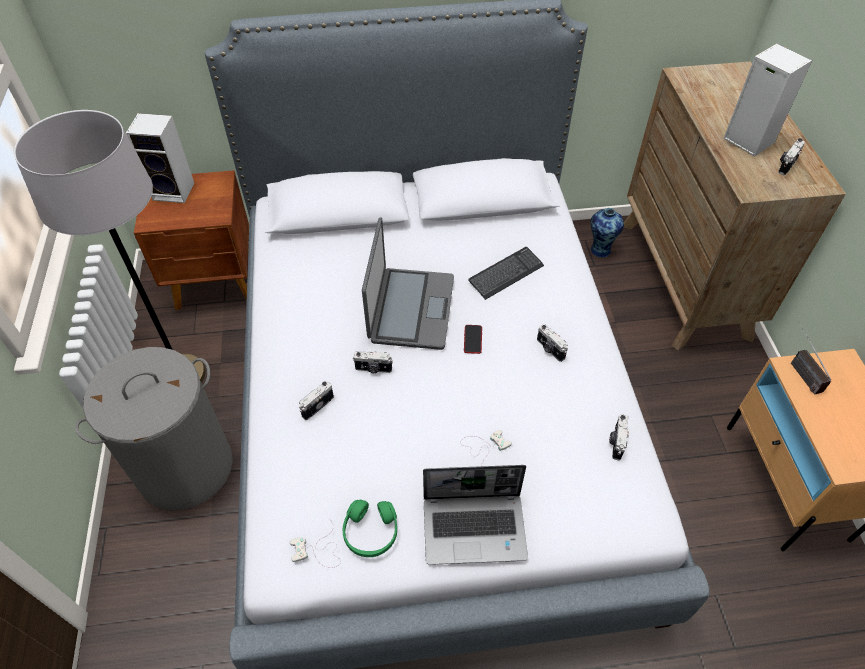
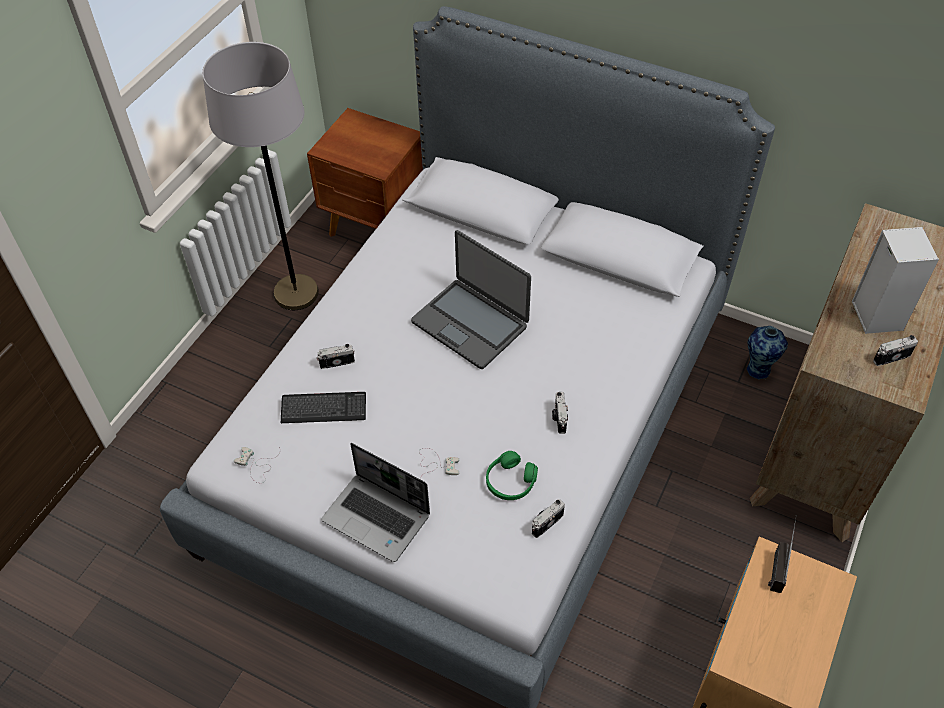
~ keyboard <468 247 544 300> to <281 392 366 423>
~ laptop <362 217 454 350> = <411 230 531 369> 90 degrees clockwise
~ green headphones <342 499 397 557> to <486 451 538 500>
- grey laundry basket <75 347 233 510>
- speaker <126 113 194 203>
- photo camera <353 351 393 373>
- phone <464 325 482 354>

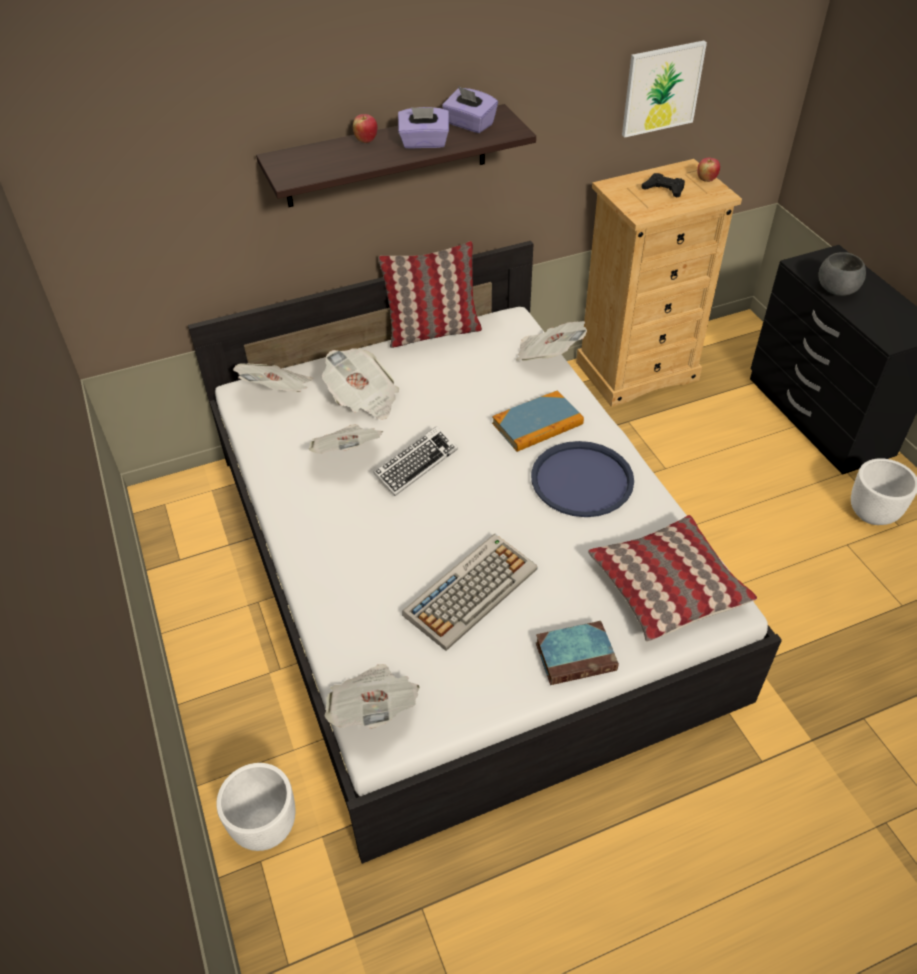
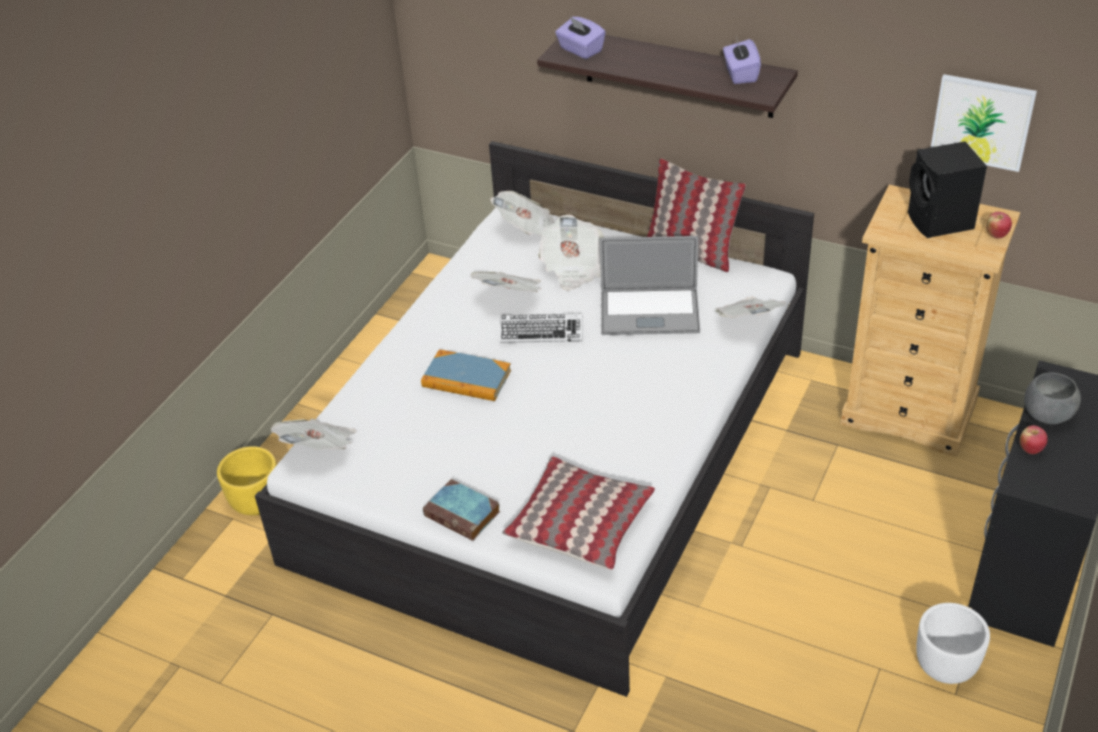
~ white planter <216 763 296 851> to yellow planter <217 446 277 516>
~ book <492 391 584 452> to <421 349 511 401>
~ purple tissue box <398 107 449 149> to <555 17 606 59>
+ laptop <600 236 700 335>
~ black game controller <642 173 685 197> to black speaker <908 141 987 238>
~ apple <353 114 377 143> to <1020 425 1048 454>
- keyboard <402 534 538 651>
- blue tray <531 441 634 517>

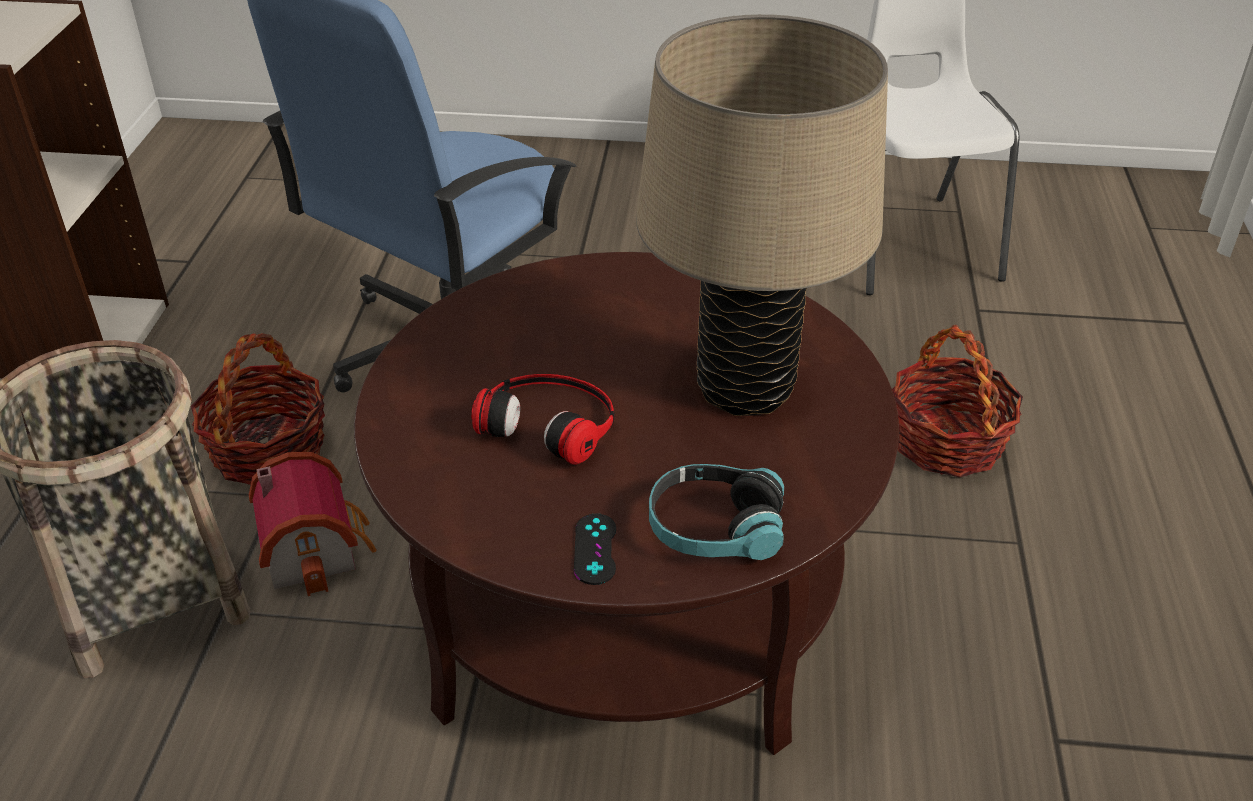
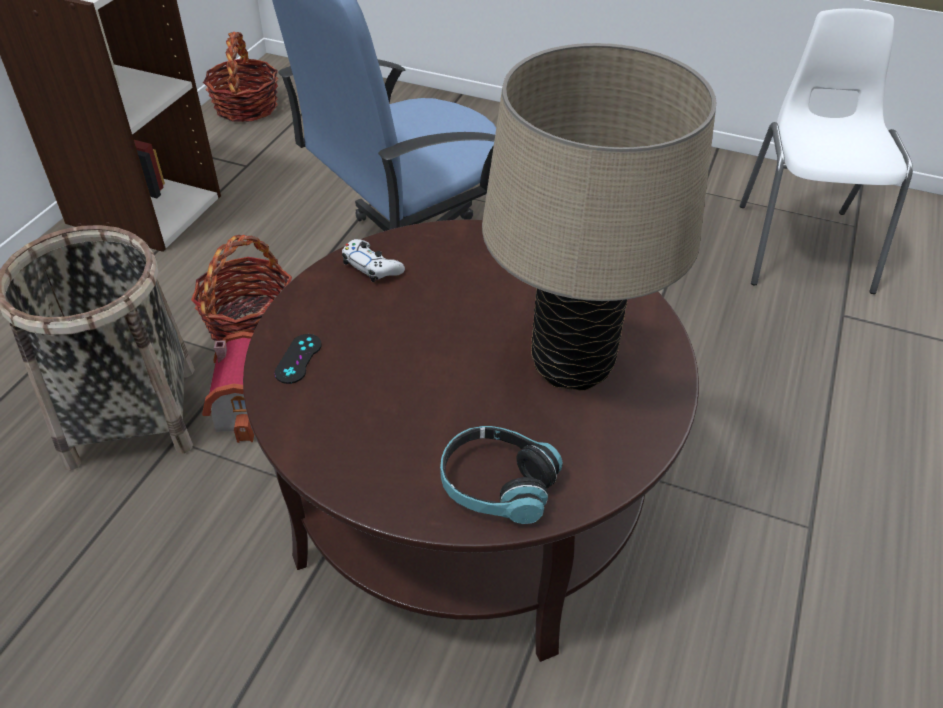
~ basket <892 325 1023 478> to <203 32 278 122>
~ black game controller <574 513 616 585> to <274 334 322 384>
+ white game controller <342 239 405 282>
- headphones <471 374 615 465>

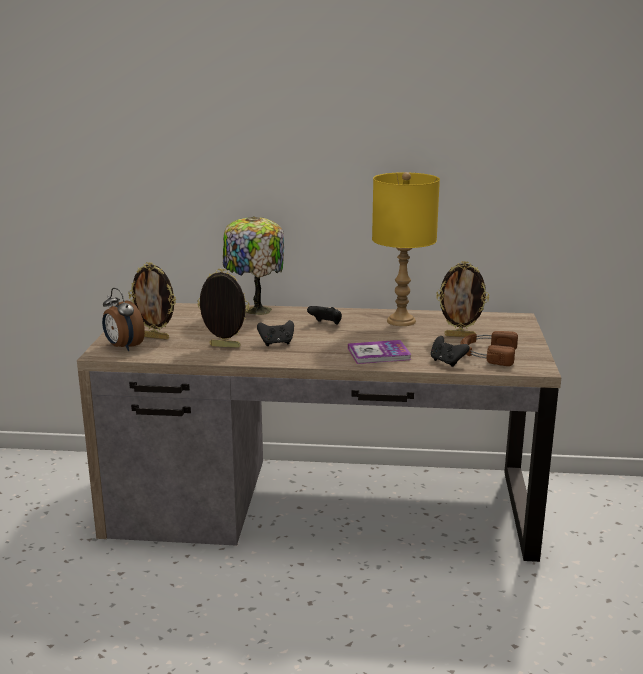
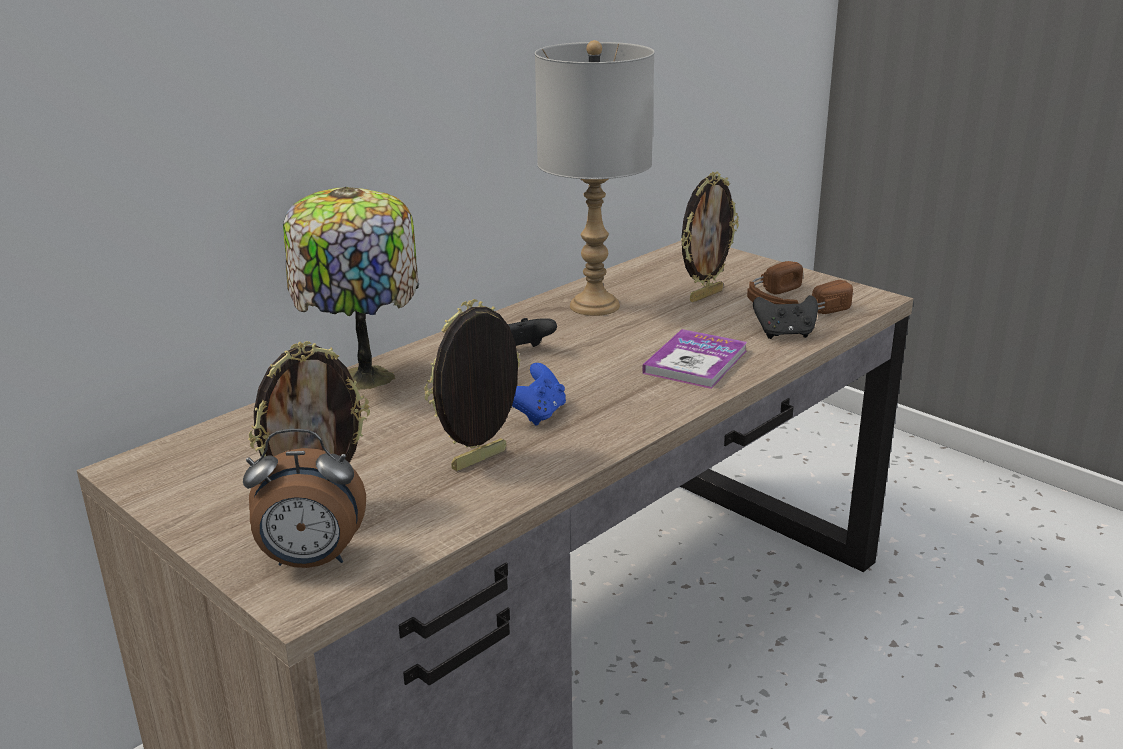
~ black game controller <257 320 294 346> to blue game controller <512 363 566 426>
~ yellow table lamp <372 172 440 326> to grey table lamp <535 40 655 316>

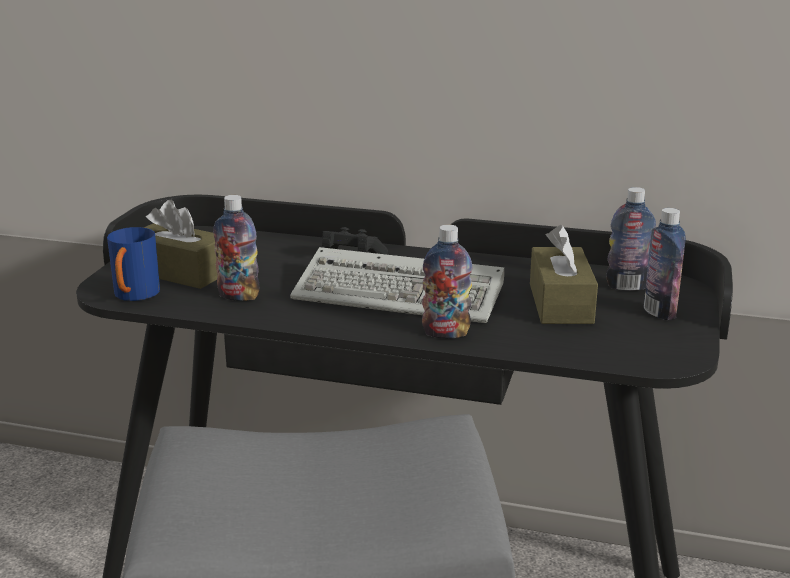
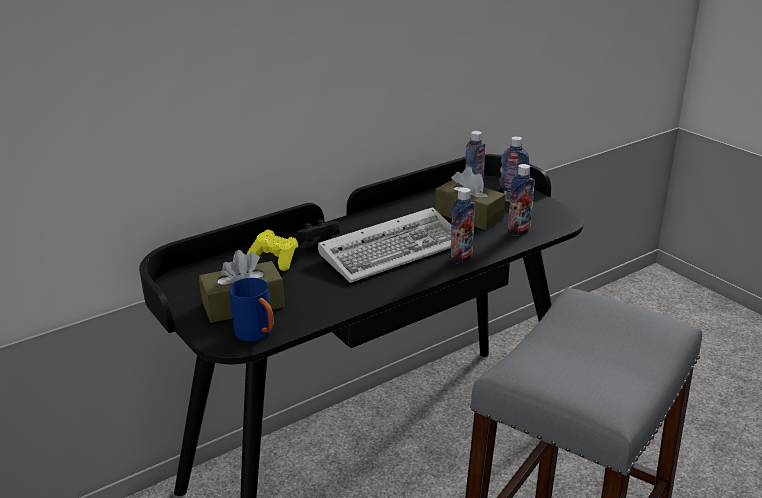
+ yellow game controller <247 229 298 271>
~ bottle <213 195 260 301> to <508 164 535 236>

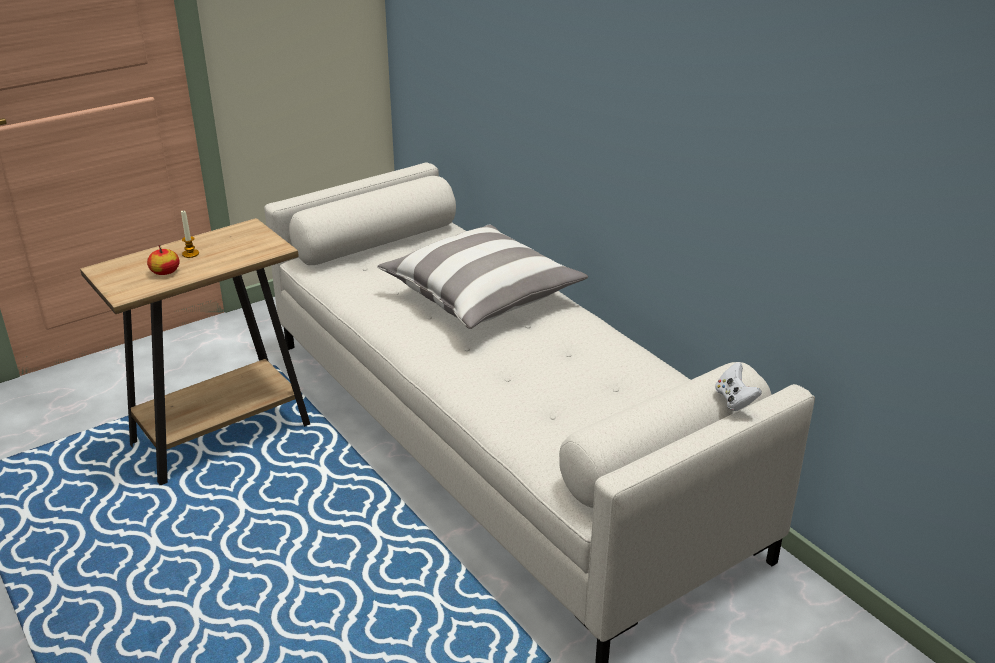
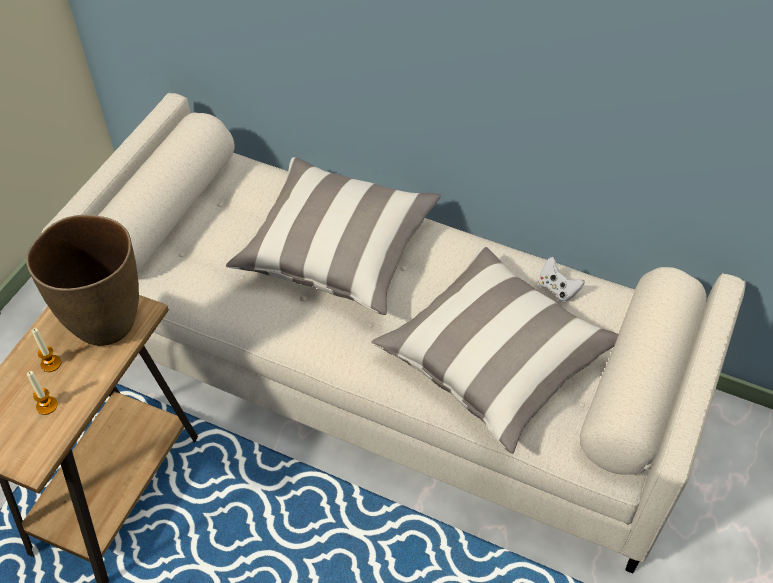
+ brown vase <26 215 139 346>
~ apple <147 245 180 275> to candle <27 371 58 415>
+ pillow <371 245 619 454>
~ white game controller <715 362 762 411> to <538 257 585 302>

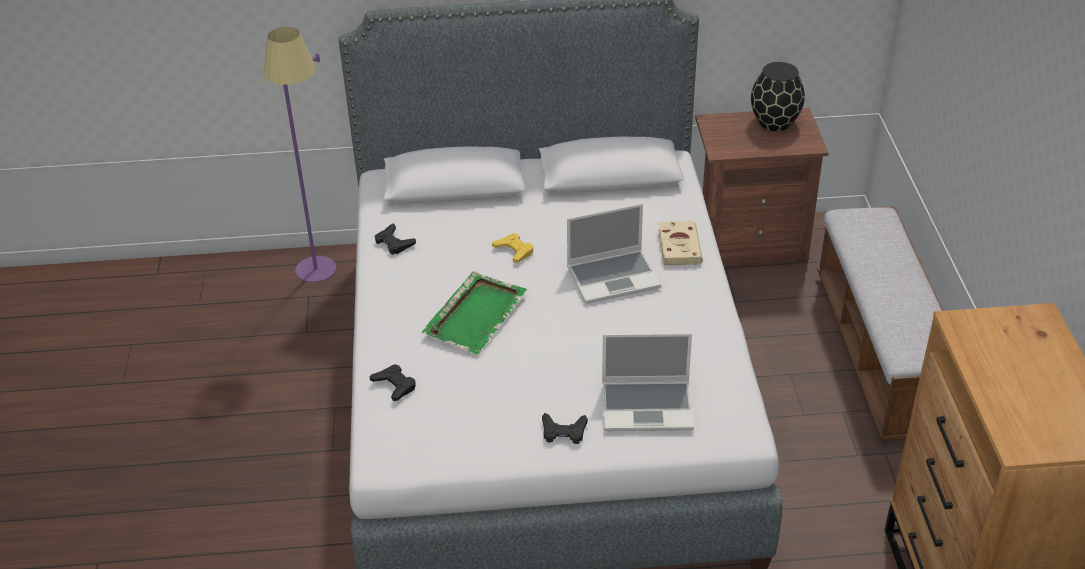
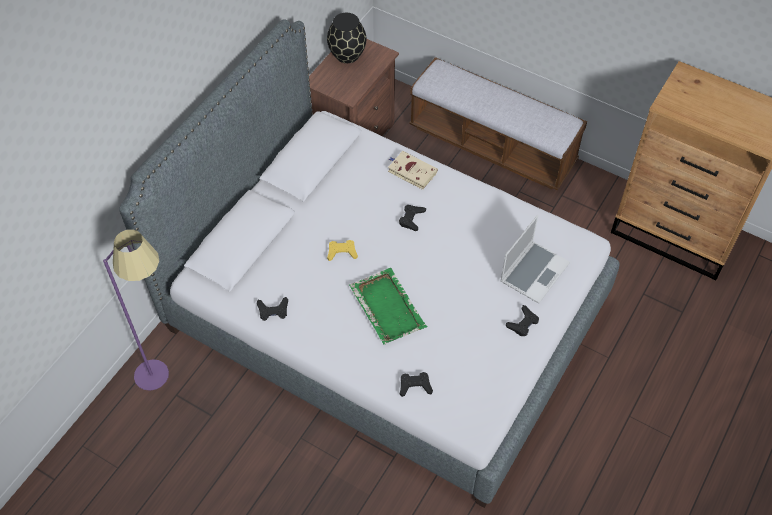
~ laptop <567 204 661 304> to black game controller <399 205 426 231>

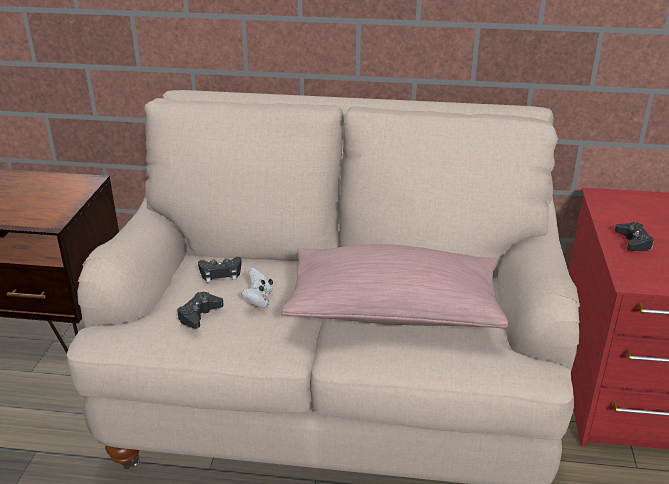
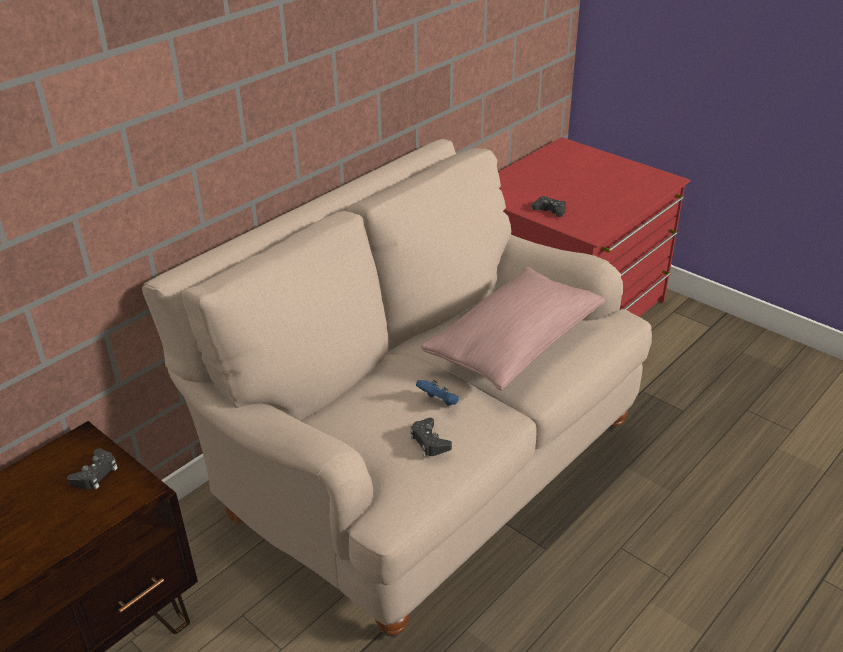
~ black game controller <198 257 242 282> to <67 449 118 490>
~ white game controller <242 267 273 308> to blue game controller <416 380 459 406>

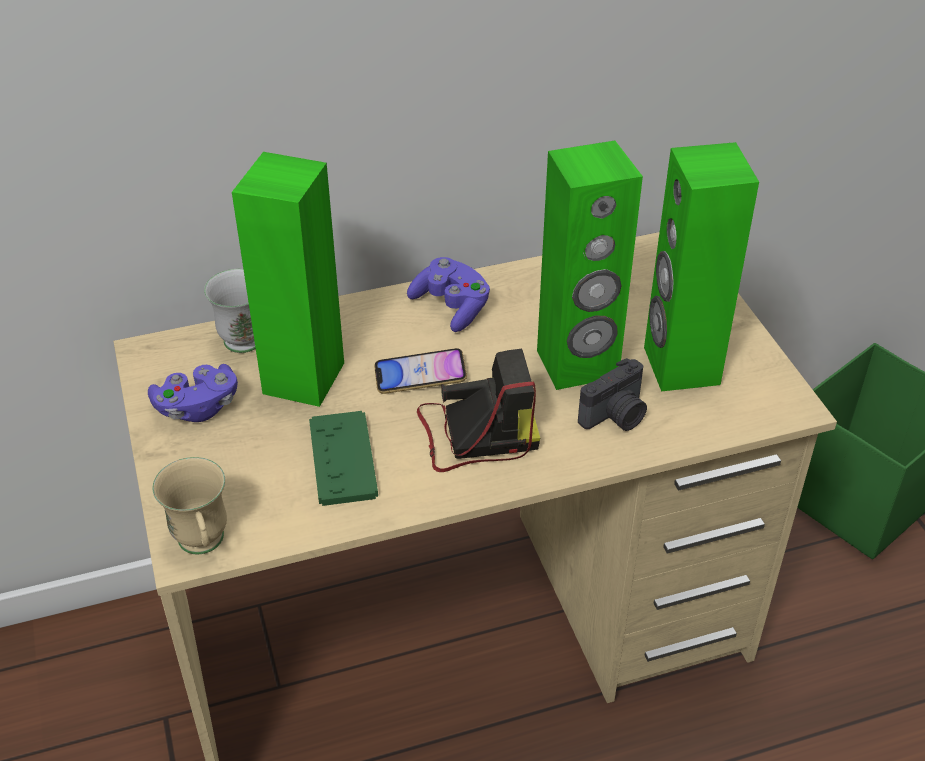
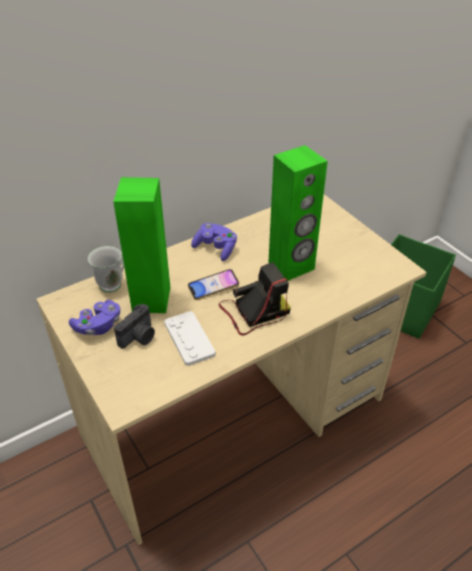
~ photo camera <578 358 647 431> to <114 304 155 349>
~ green game controller <309 411 378 506> to white game controller <164 311 216 366>
- beige mug <153 457 227 554>
- green speaker <644 142 759 392>

